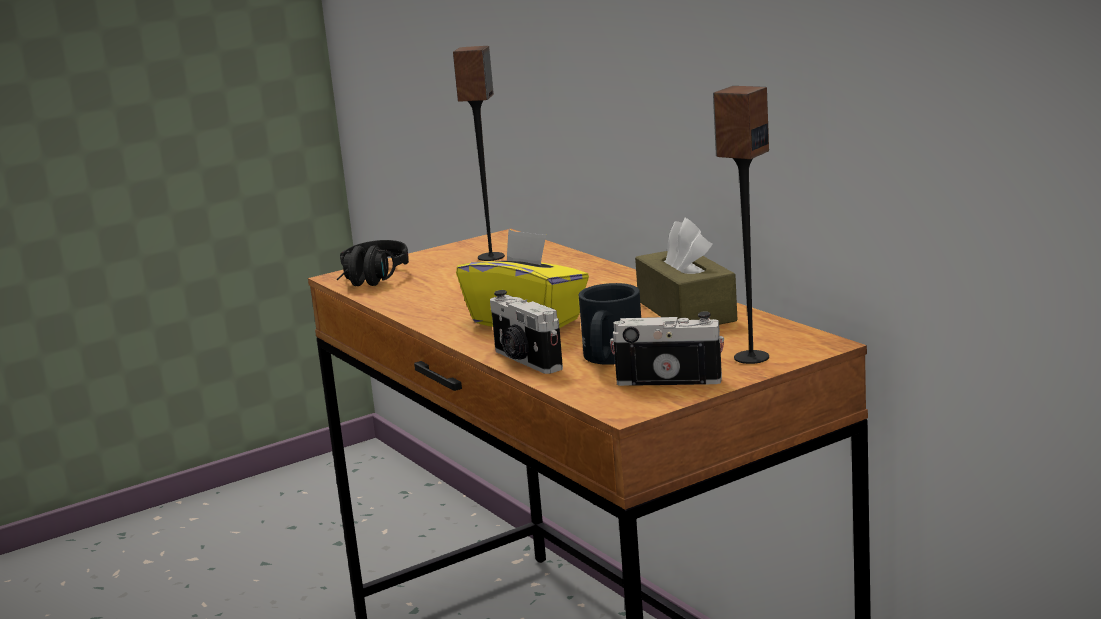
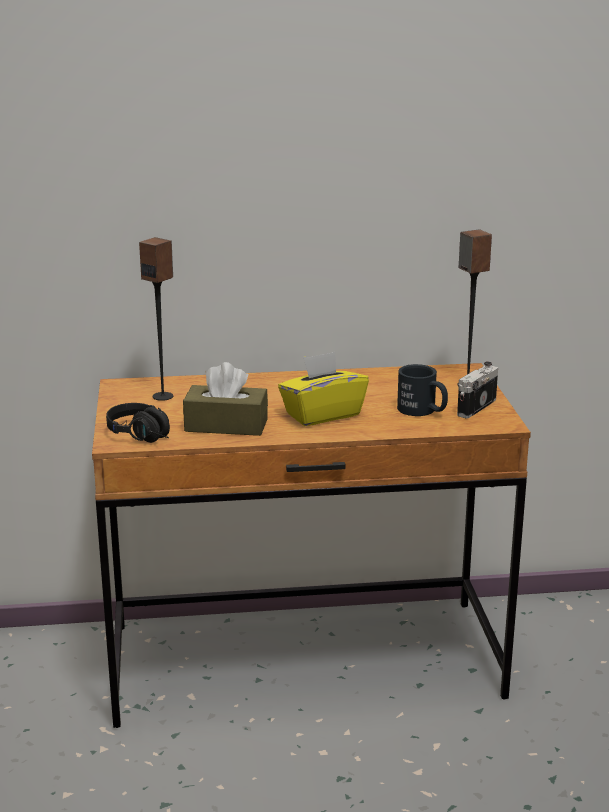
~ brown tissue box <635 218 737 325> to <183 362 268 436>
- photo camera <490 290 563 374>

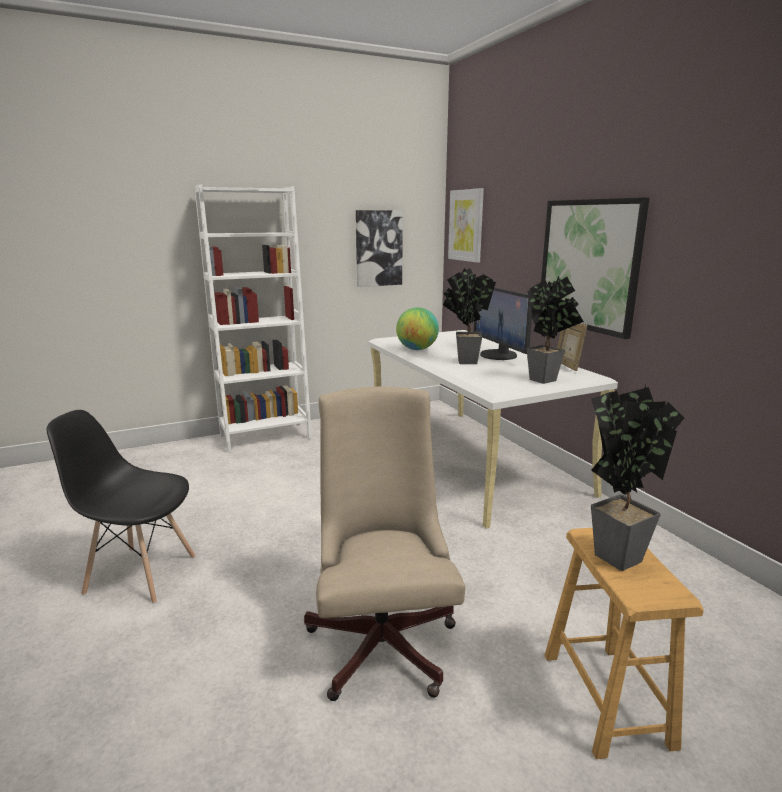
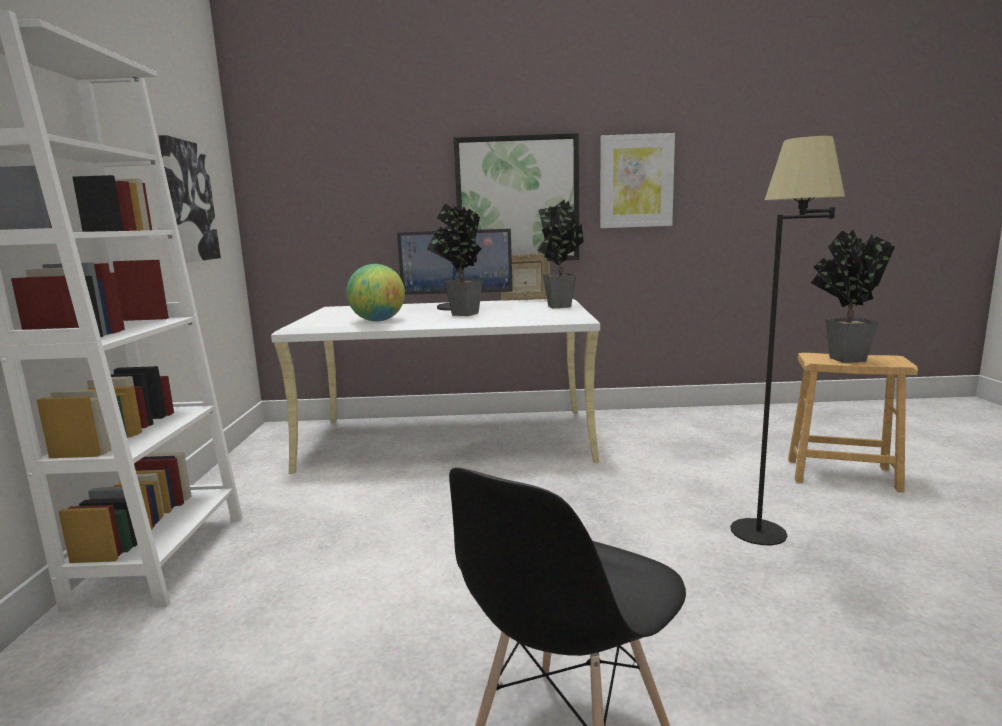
~ picture <448 188 484 263> to <600 133 675 228>
~ beige office chair <304 387 465 701> to black floor lamp <730 136 845 545>

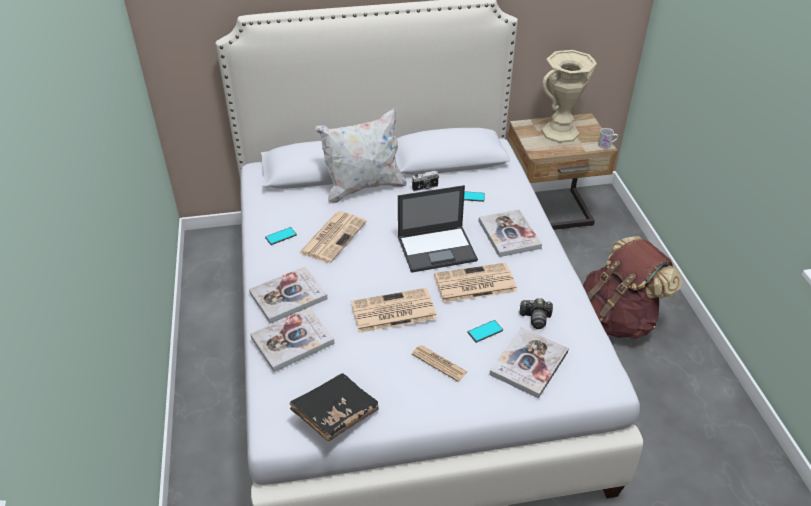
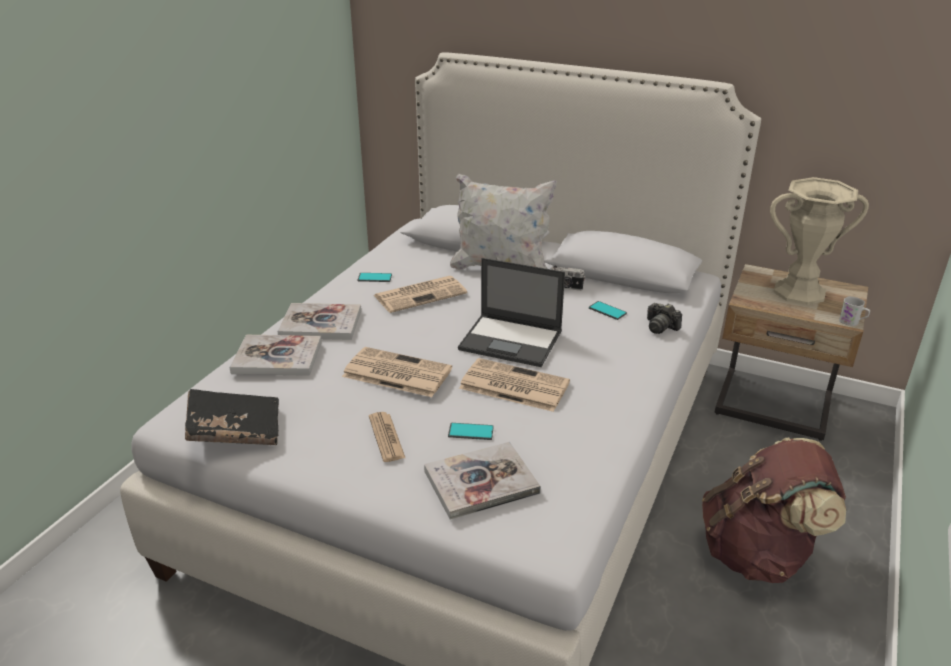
~ photo camera <519 298 553 329> to <647 303 682 334>
- book <479 209 542 257>

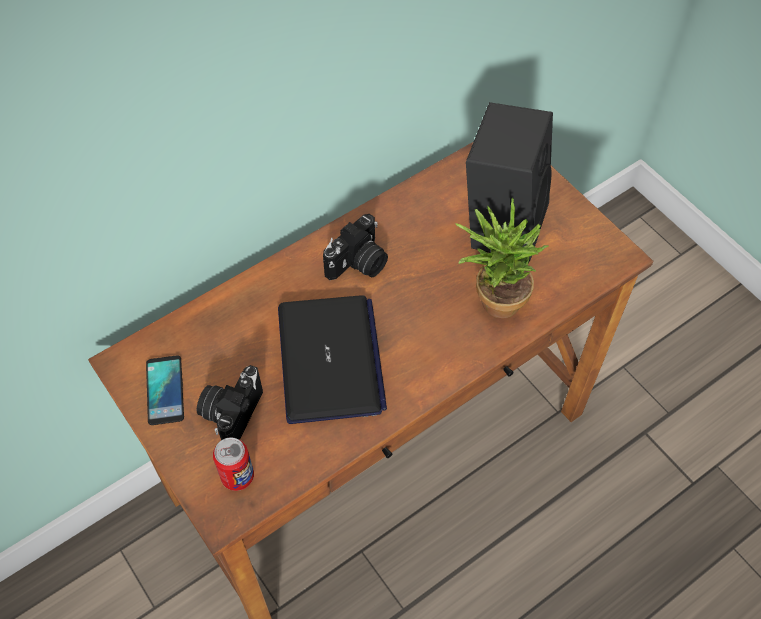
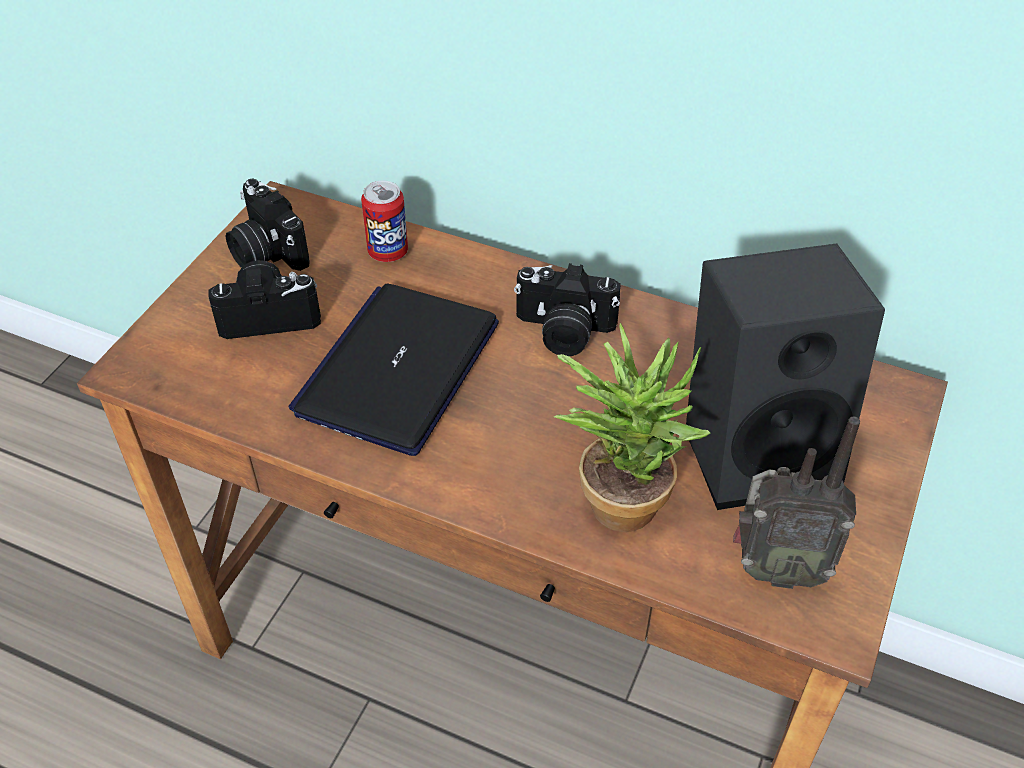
~ phone <146 355 184 425> to photo camera <226 179 310 271>
~ laptop <278 296 387 424> = <289 283 499 456> 150 degrees clockwise
~ can <213 438 254 491> to <361 180 408 262>
+ radio <733 417 860 589>

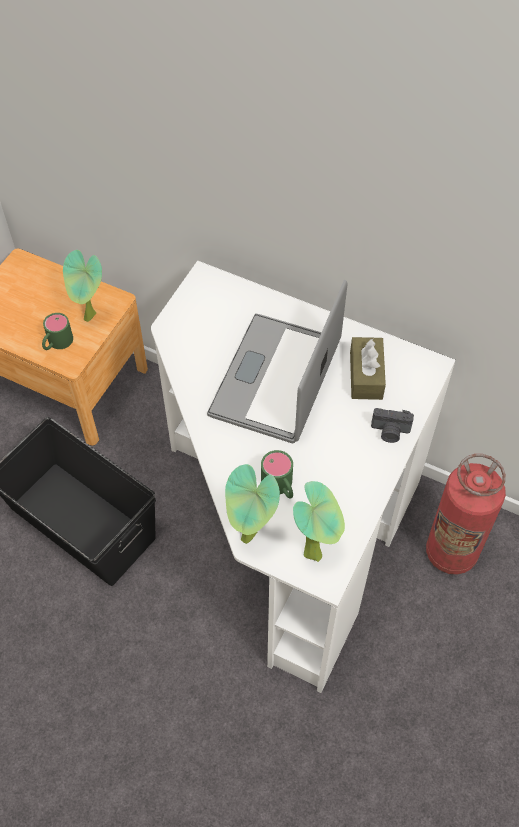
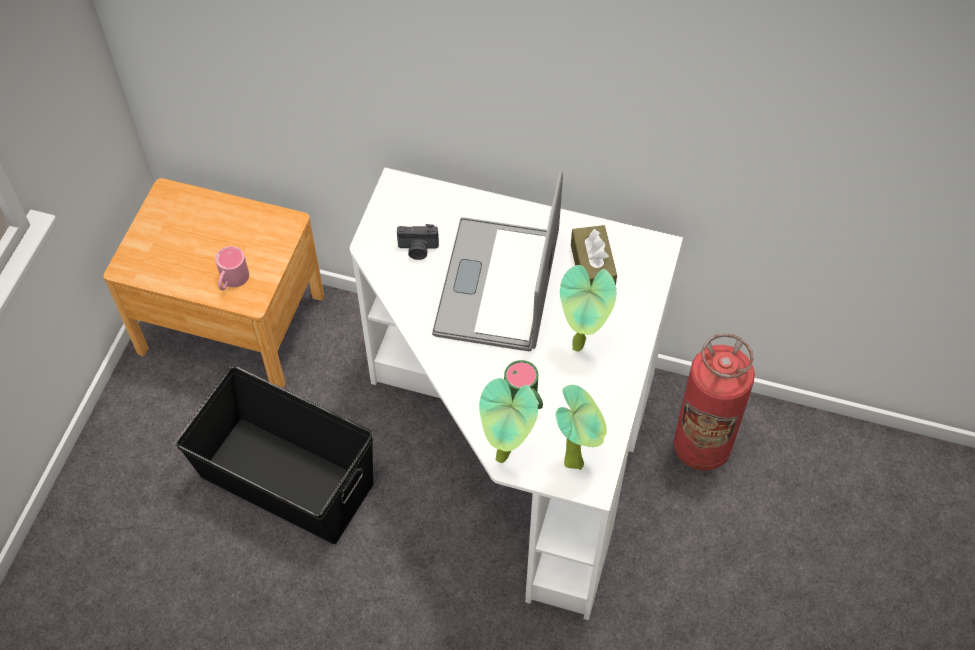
~ green mug <42 313 73 350> to pink mug <215 246 249 290>
~ photo camera <371 408 414 443> to <397 224 439 260>
~ potted plant <63 250 102 322> to <560 265 616 352>

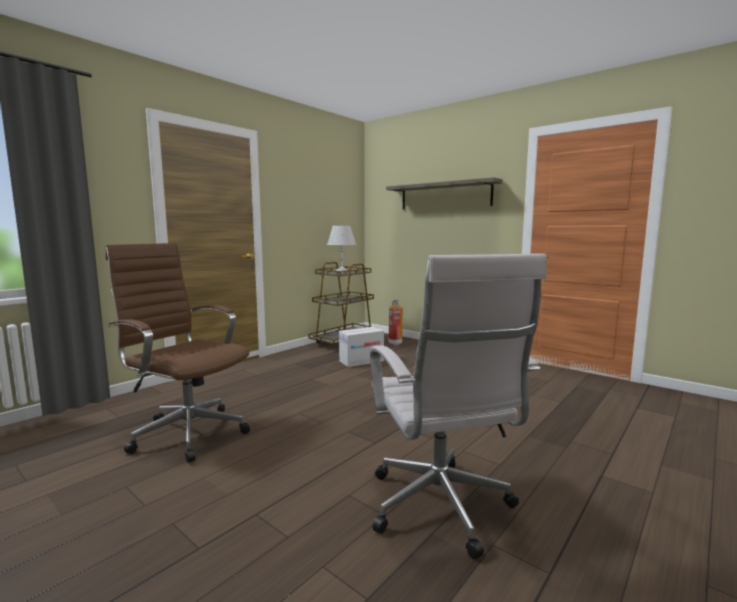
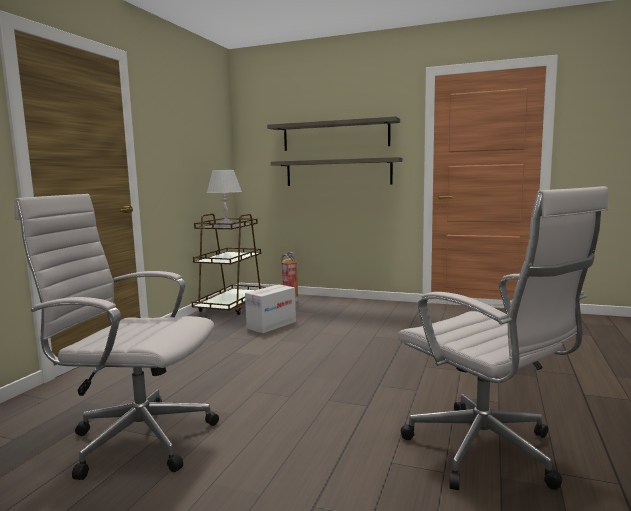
~ brown office chair <106 243 250 463> to white office chair <14 194 219 480>
+ shelf <271 157 402 186>

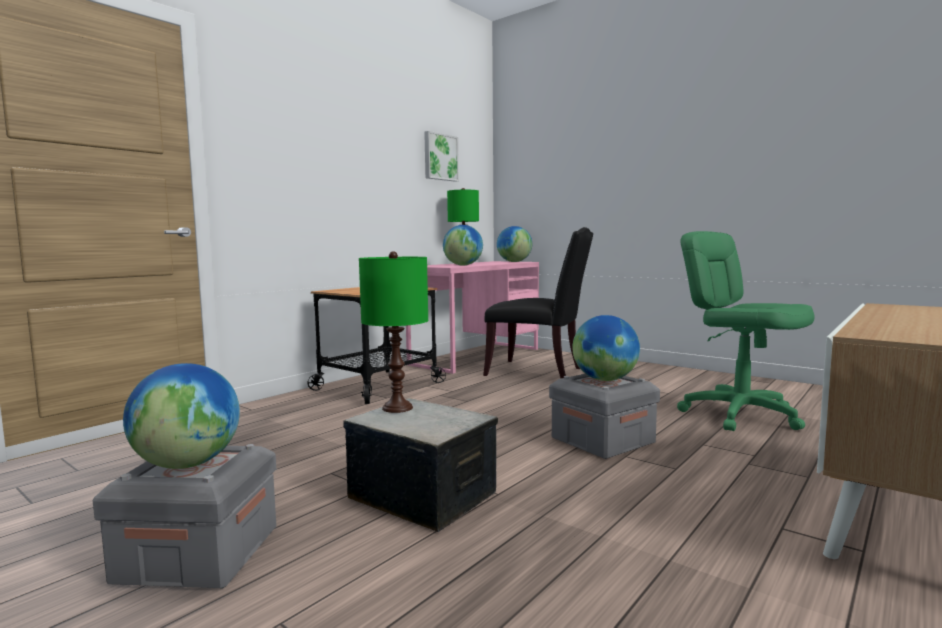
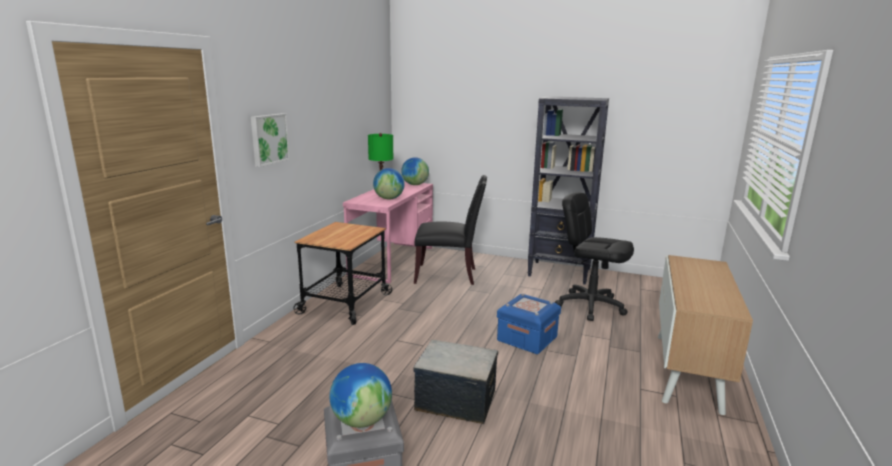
~ picture <424 131 459 182> to <251 113 290 167>
~ grey storage box <549 374 660 459> to blue storage box <497 293 561 354>
+ black bookcase <528 96 609 284>
~ green office chair <677 231 815 431> to black office chair <555 192 634 321>
- green table lamp <359 251 428 413>
- globe <572 315 640 381>

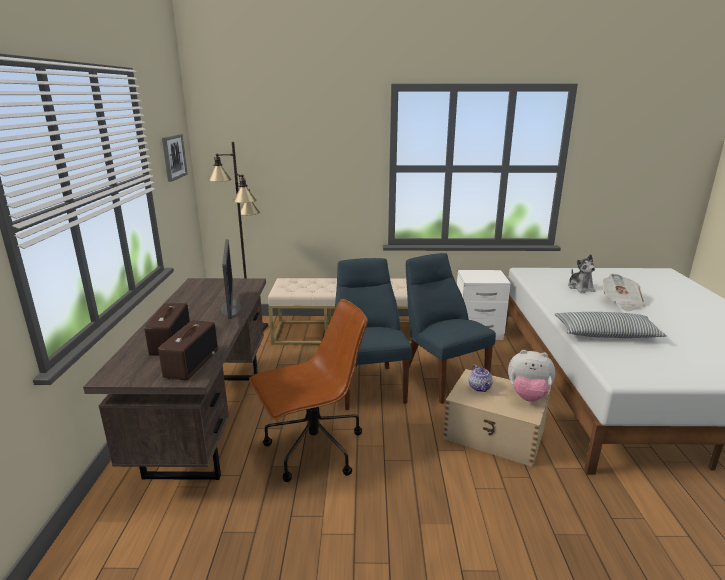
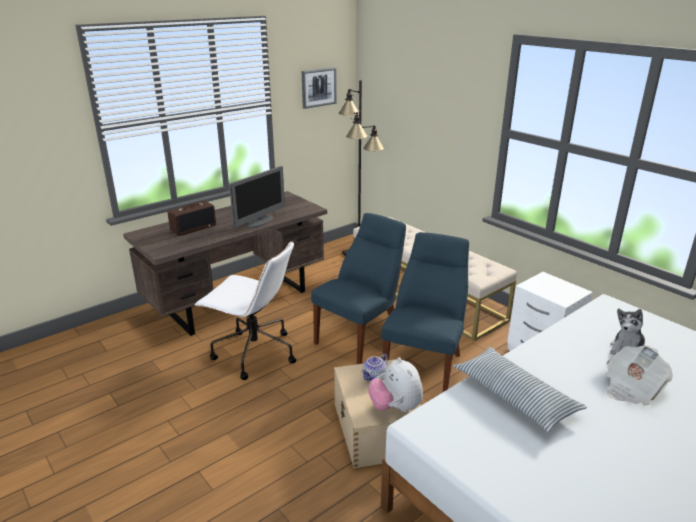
~ brown office chair <249 299 368 482> to white office chair <194 241 296 380>
- radio <158 320 218 380>

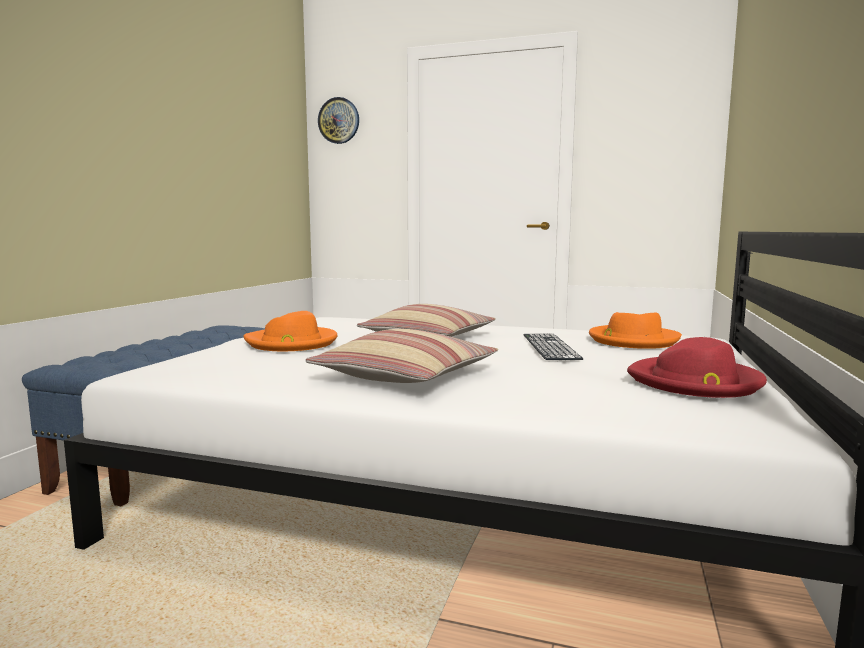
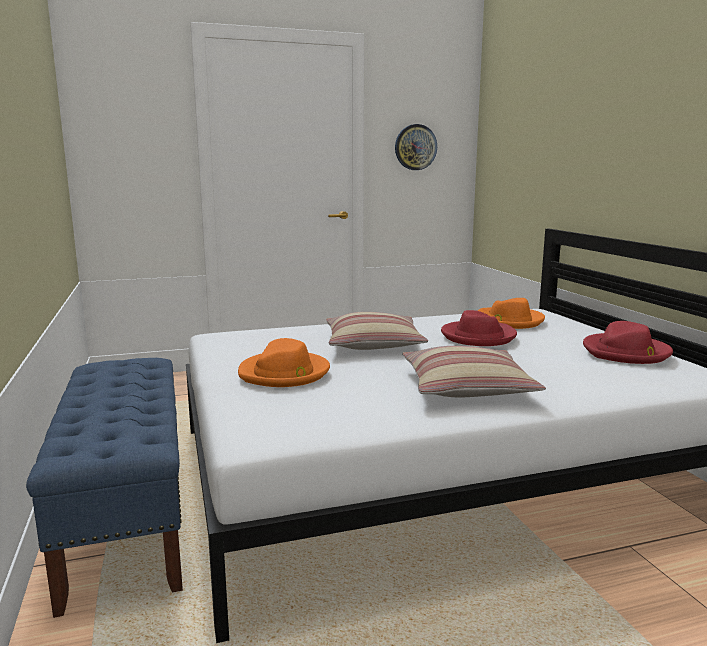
~ wall clock <318 97 359 144> to <395 124 437 170>
~ keyboard <523 333 583 360> to red hat <441 310 517 346>

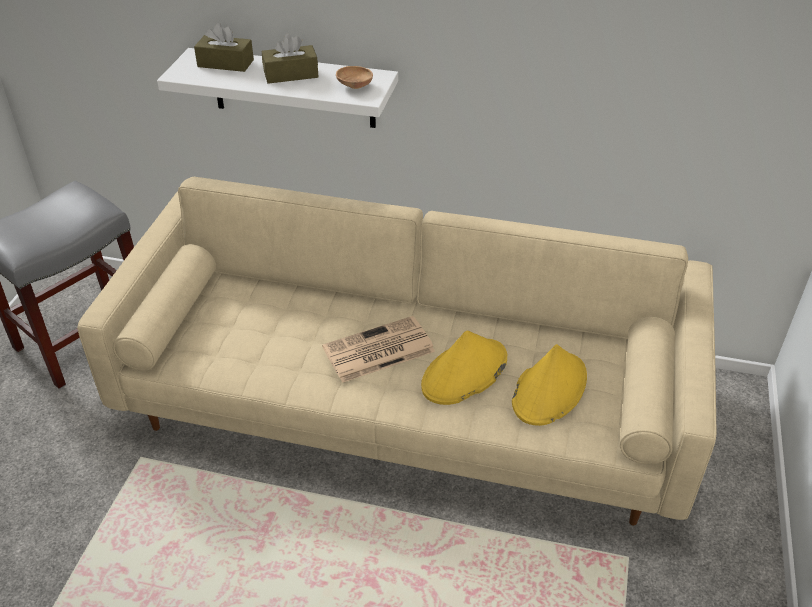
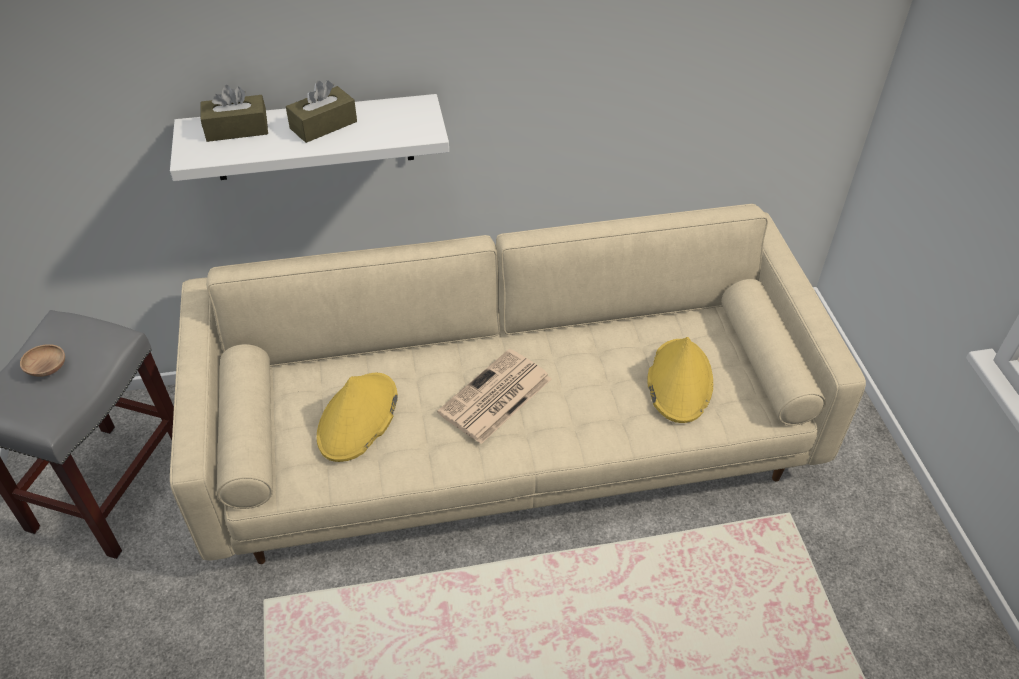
~ brown bowl <336 66 373 89> to <20 344 65 377>
~ yellow hat <421 330 507 405> to <317 373 398 462>

